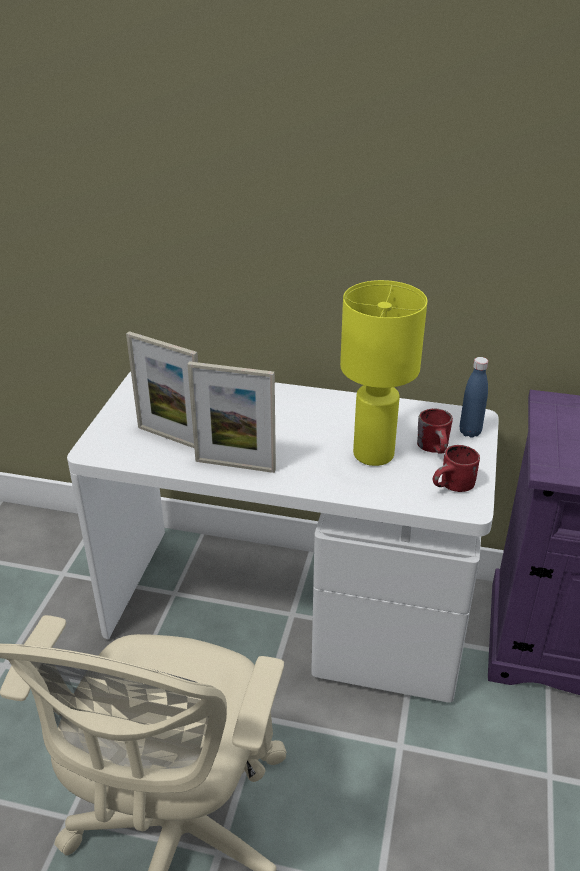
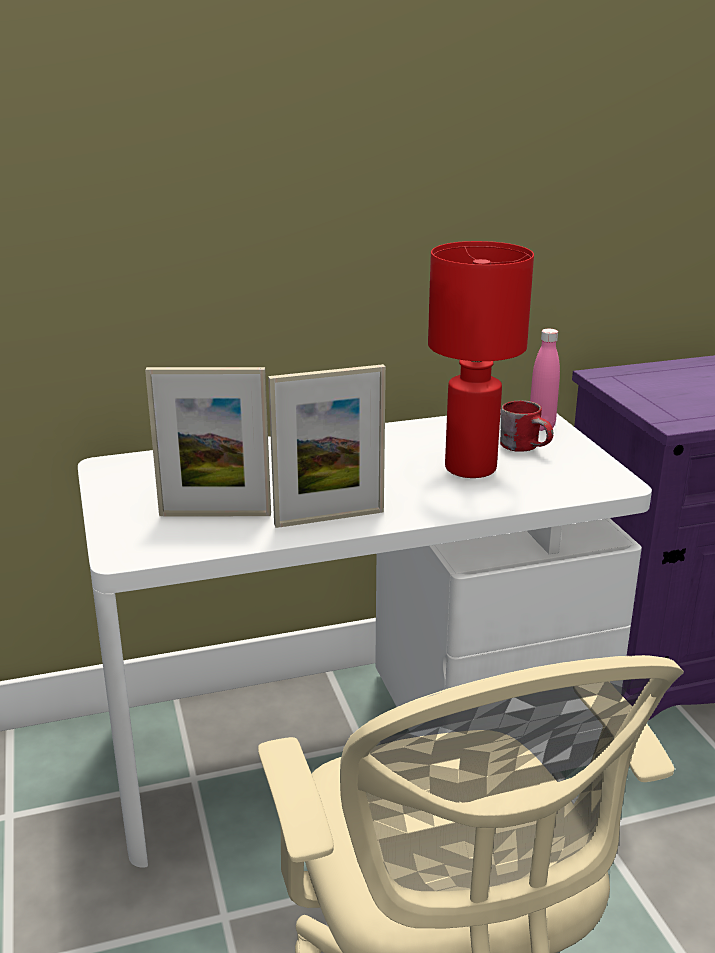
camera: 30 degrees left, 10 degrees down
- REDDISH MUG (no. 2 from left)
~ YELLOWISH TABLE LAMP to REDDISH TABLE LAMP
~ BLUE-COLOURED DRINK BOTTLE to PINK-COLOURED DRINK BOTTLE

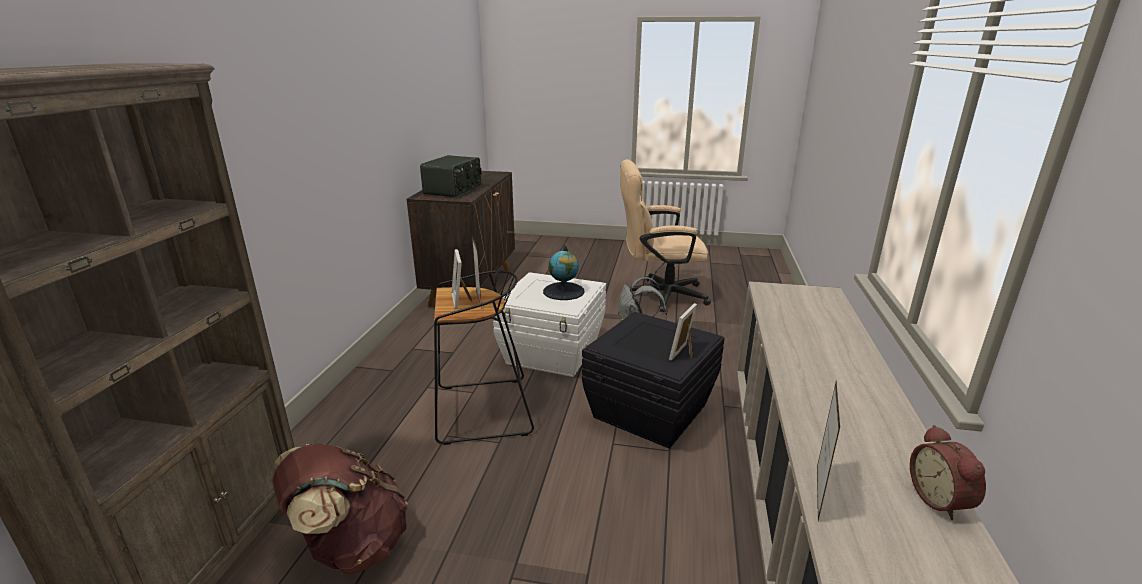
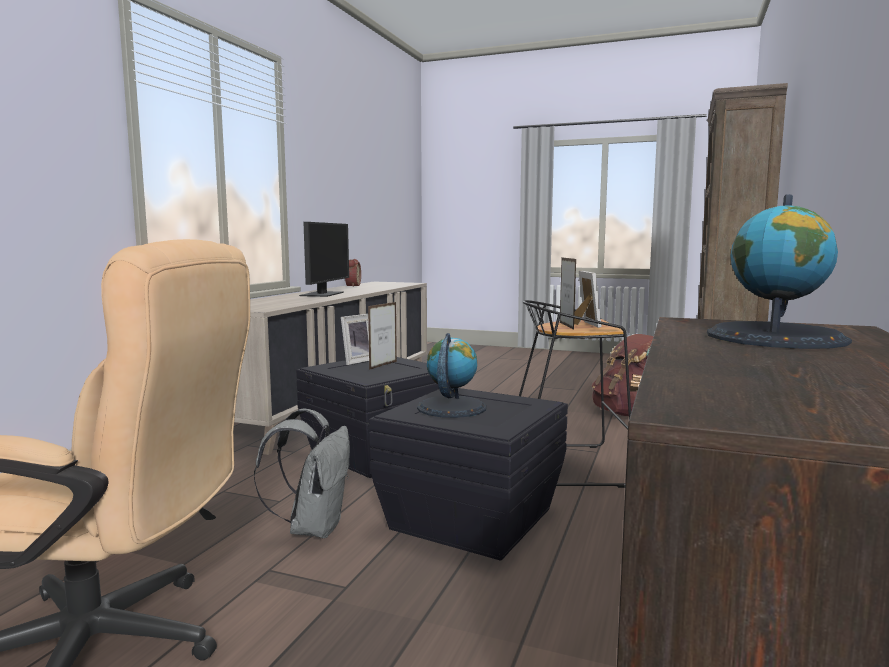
camera: 170 degrees left, 15 degrees down
+ MONITOR
~ PICTURE FRAME (no. 4 from left in the first image) to PICTURE FRAME (no. 2 from left)
~ RADIO SET to WORLD GLOBE (no. 2 from left)
~ WHITE-COLOURED STORAGE CONTAINER to BLACK STORAGE CONTAINER (no. 2 from left)

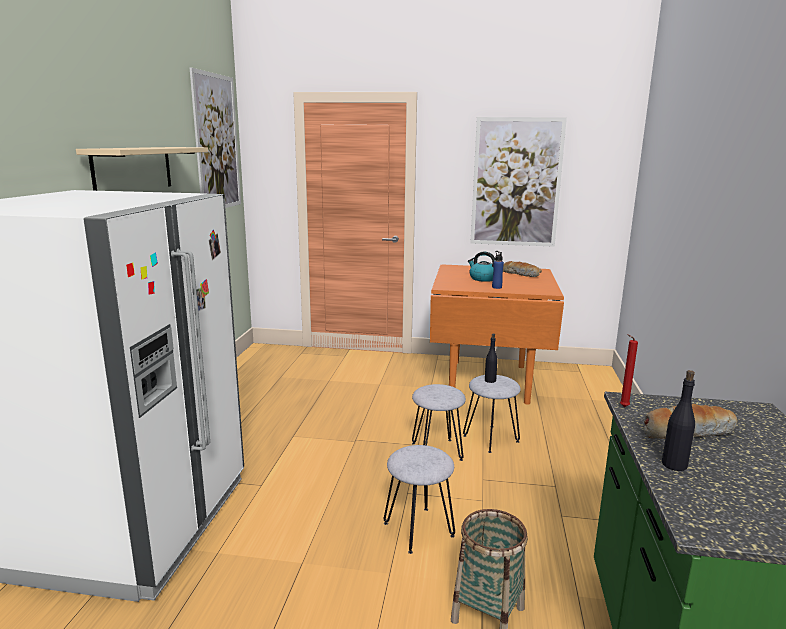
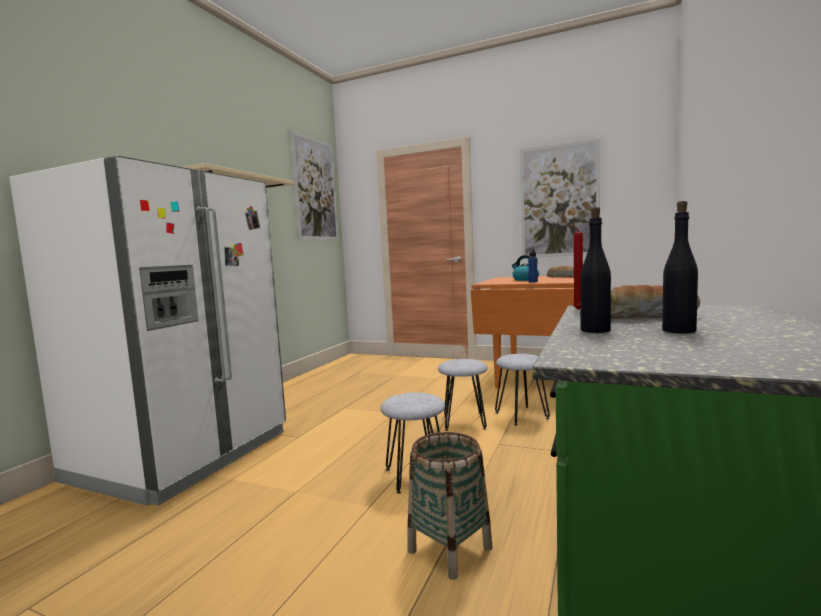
camera: 15 degrees right, 10 degrees down
~ BLACK DRINK BOTTLE (no. 1 from left in the first image) to BLACK DRINK BOTTLE (no. 2 from left)

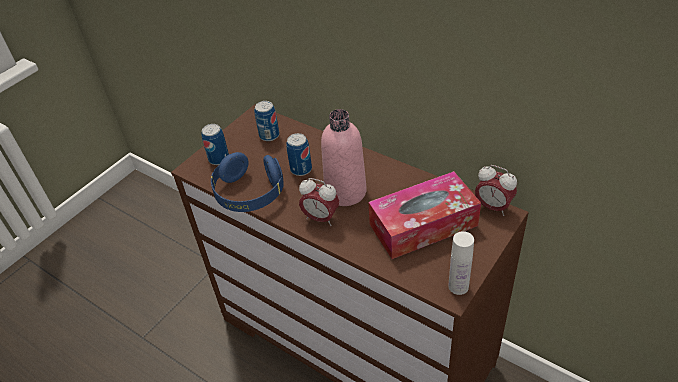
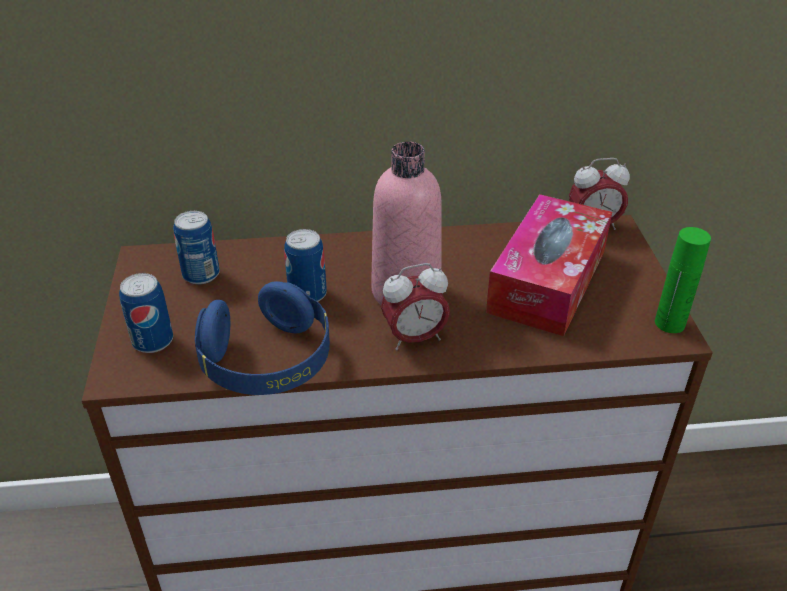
camera: 45 degrees left, 5 degrees down
~ WHITE-COLOURED DRINK BOTTLE to GREEN-COLOURED DRINK BOTTLE

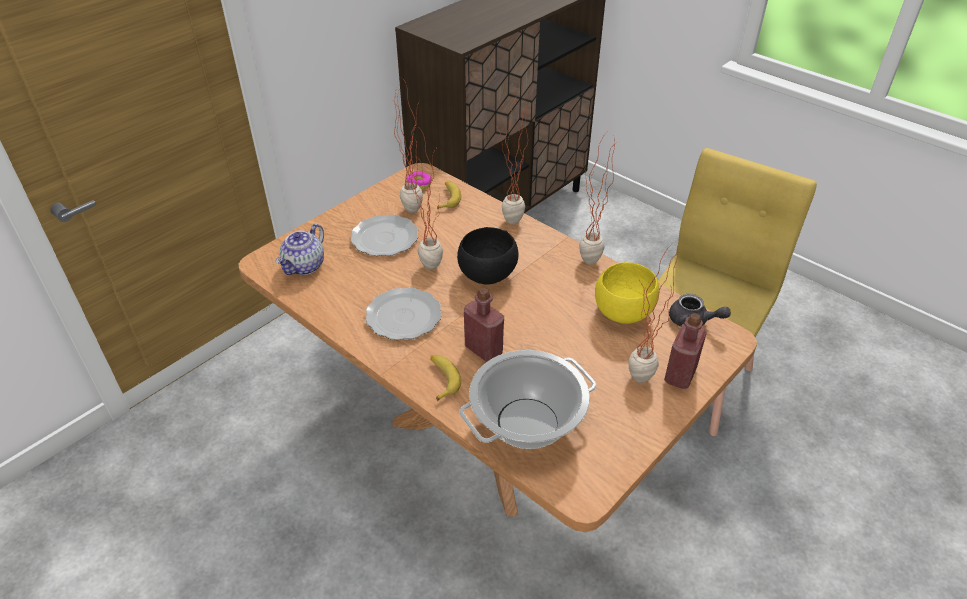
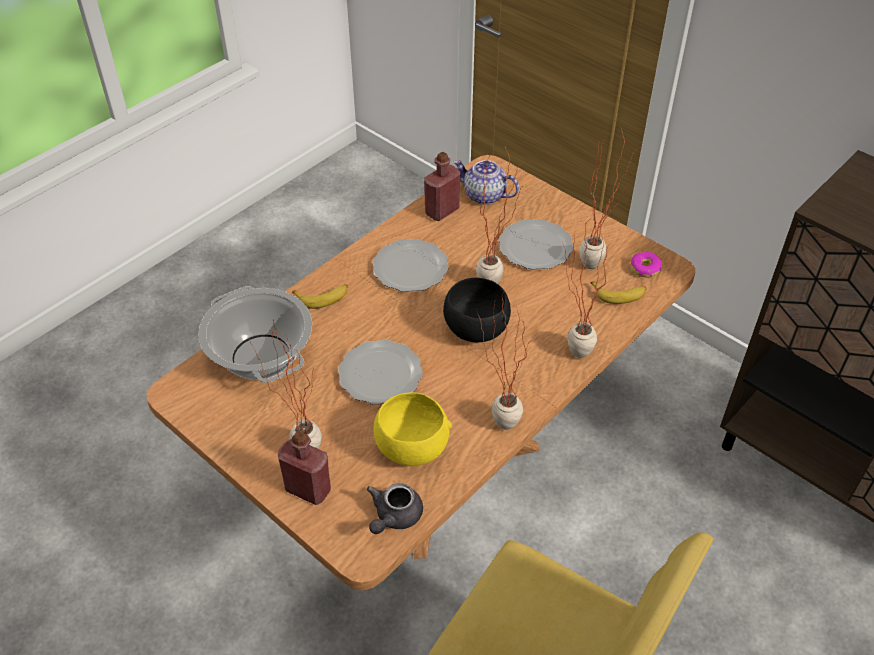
camera: 90 degrees right, 5 degrees up
+ PLATE (no. 1 from left)
~ REDDISH DRINK BOTTLE (no. 1 from left in the first image) to REDDISH DRINK BOTTLE (no. 2 from left)

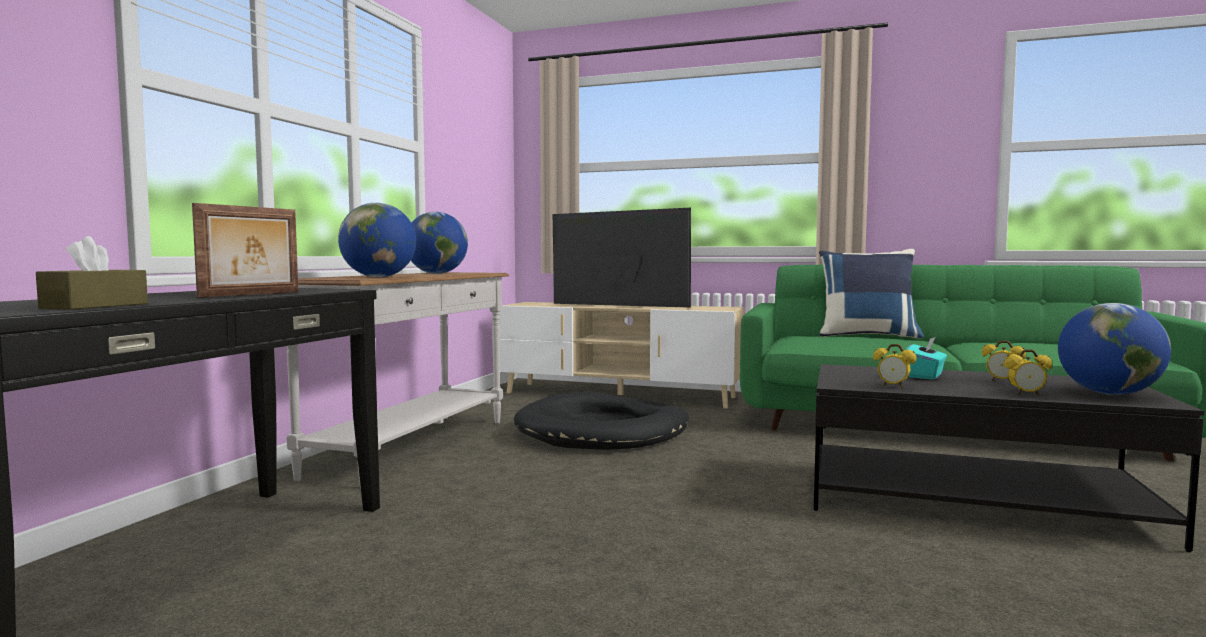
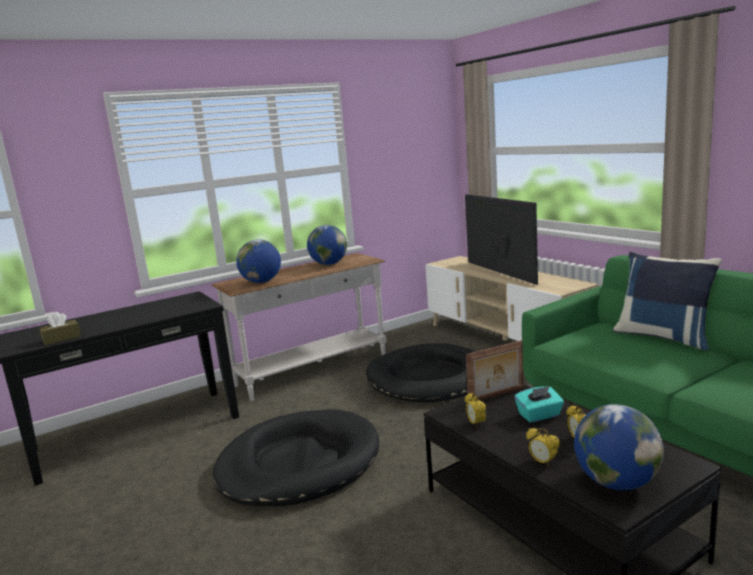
camera: 40 degrees right, 10 degrees up
+ BLACK DOG BED (no. 1 from left)
~ PICTURE FRAME

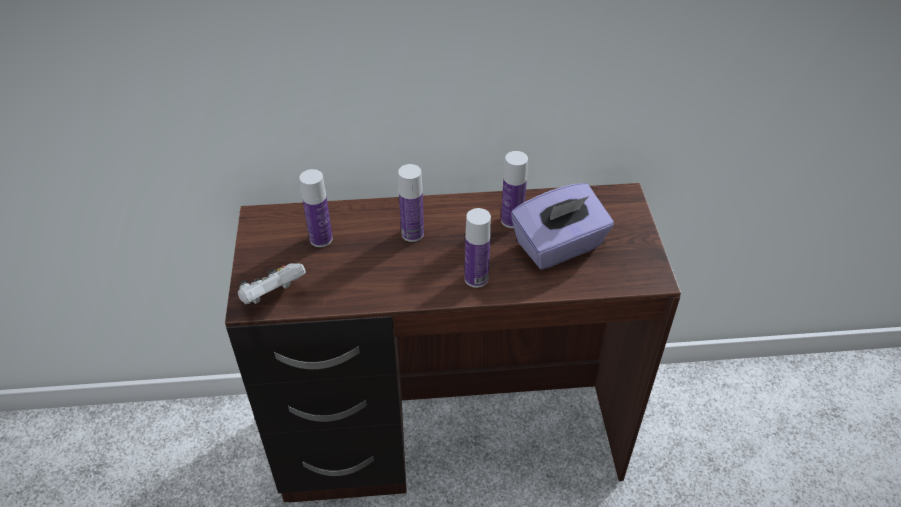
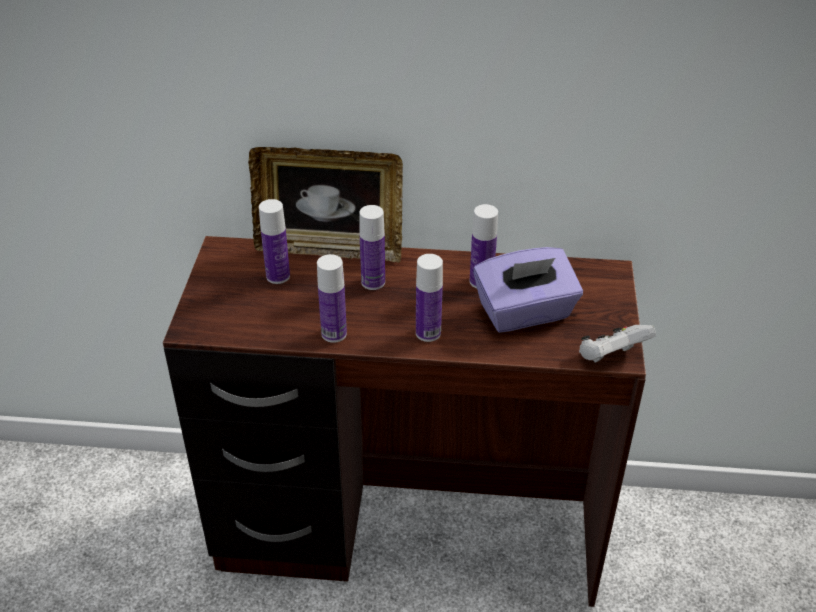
camera: 10 degrees right, 5 degrees down
+ PICTURE FRAME
+ DRINK BOTTLE (no. 2 from left)
~ WHITE-COLOURED GAMEPAD

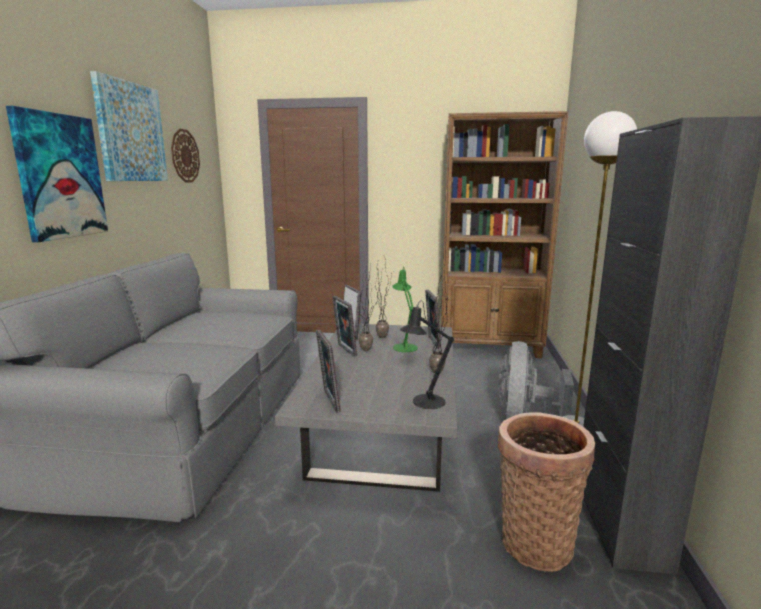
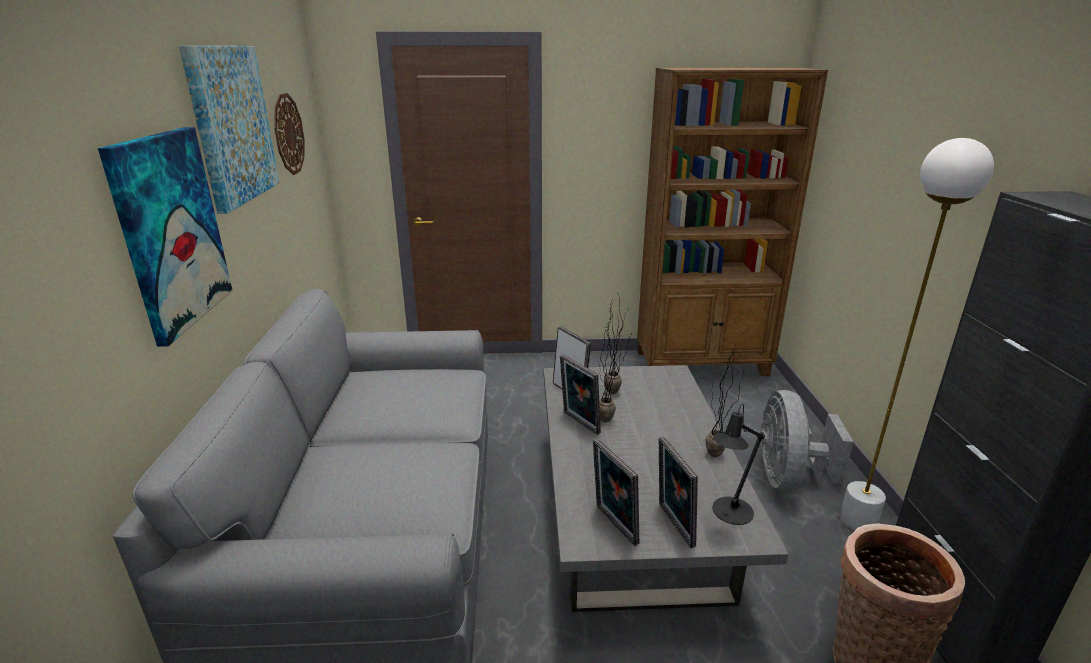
camera: 10 degrees left, 10 degrees up
- GREEN-COLOURED TABLE LAMP
~ PICTURE FRAME (no. 4 from left)

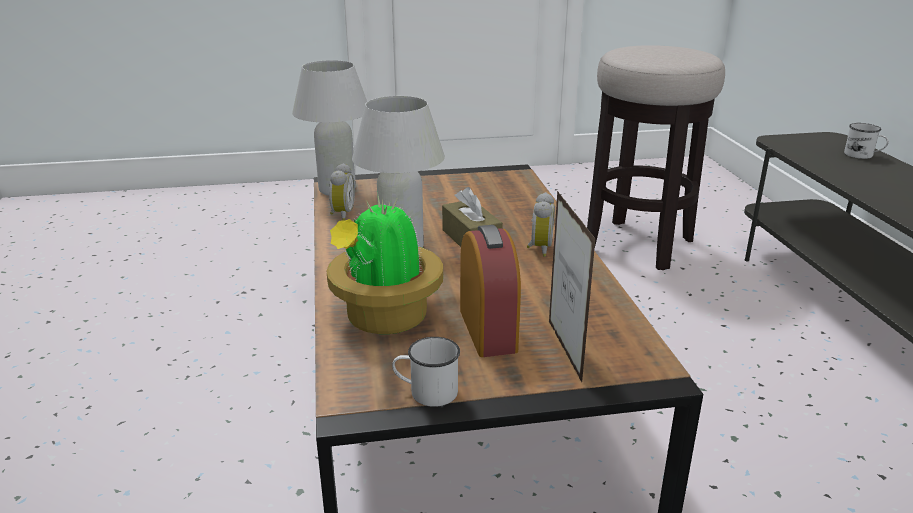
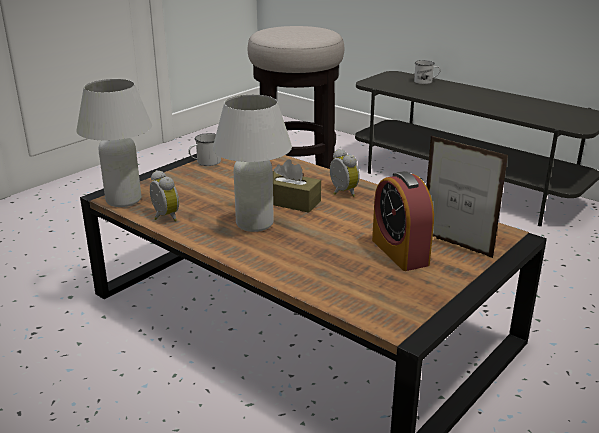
camera: 40 degrees left, 0 degrees up
- PLANT IN A POT
~ WHITE-COLOURED MUG (no. 1 from left)
~ ALARM CLOCK (no. 2 from left in the first image) 150 degrees counterclockwise

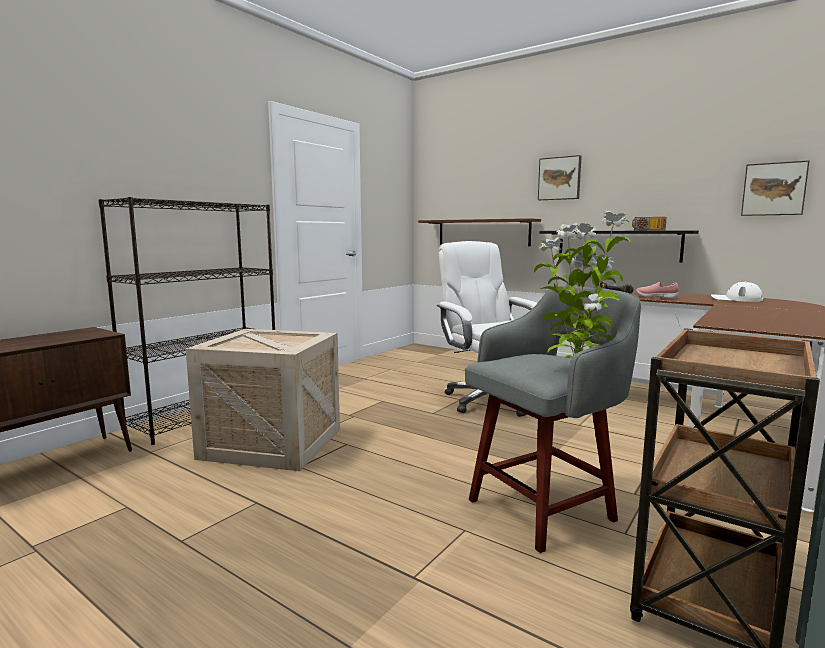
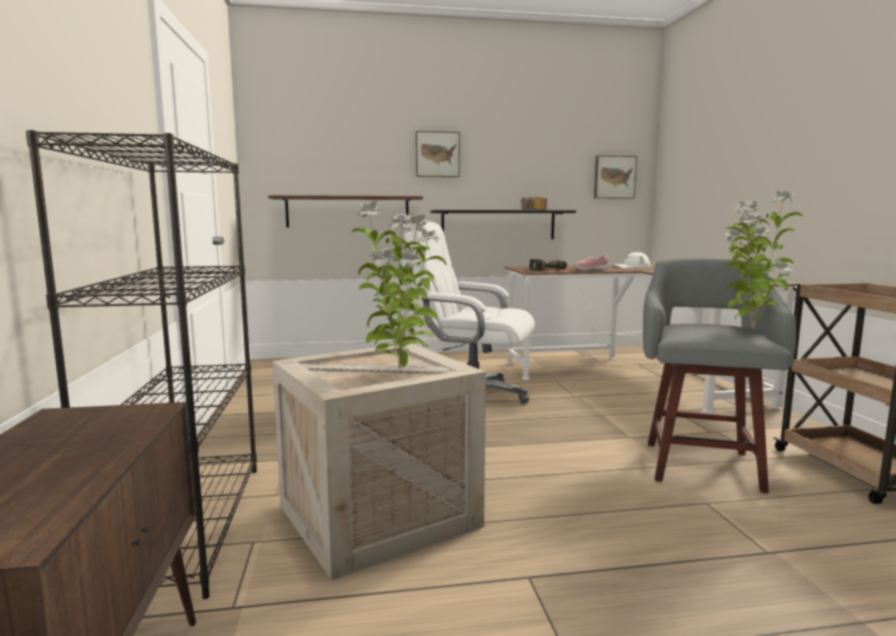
camera: 45 degrees left, 0 degrees up
+ PLANT IN A POT (no. 1 from left)

